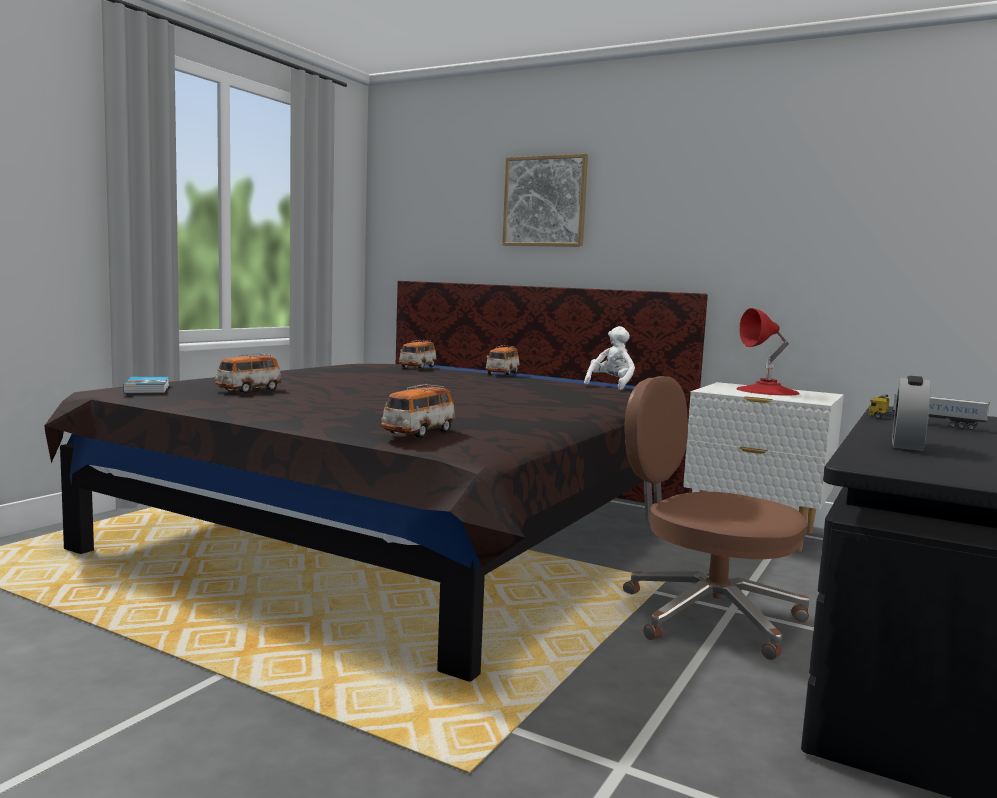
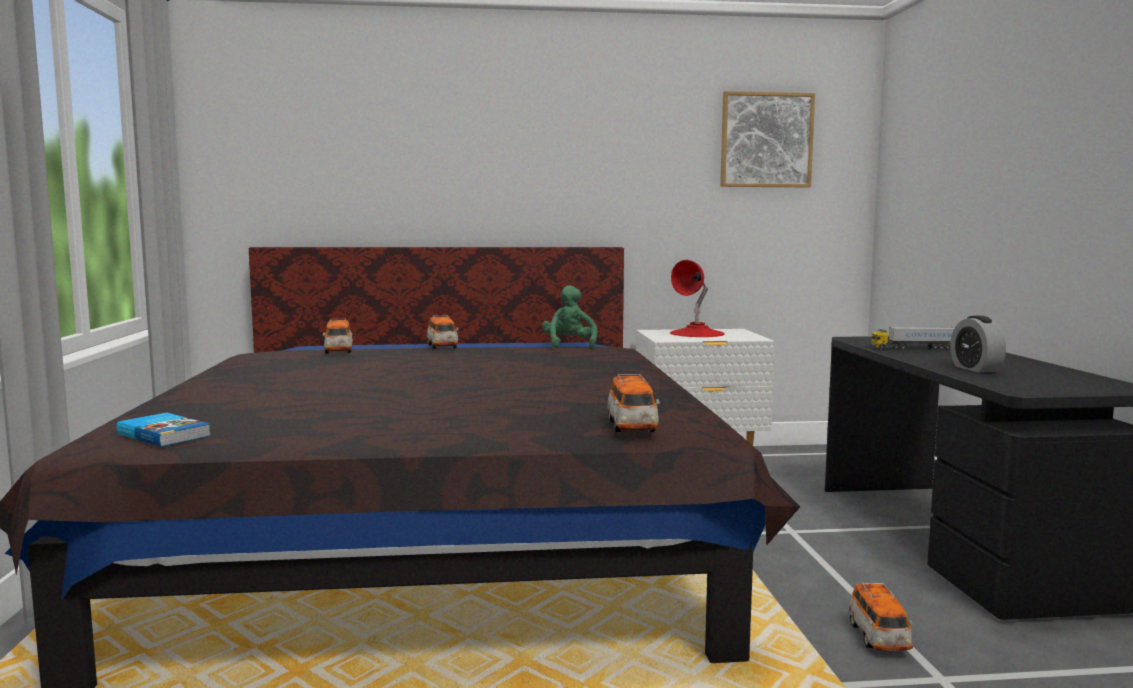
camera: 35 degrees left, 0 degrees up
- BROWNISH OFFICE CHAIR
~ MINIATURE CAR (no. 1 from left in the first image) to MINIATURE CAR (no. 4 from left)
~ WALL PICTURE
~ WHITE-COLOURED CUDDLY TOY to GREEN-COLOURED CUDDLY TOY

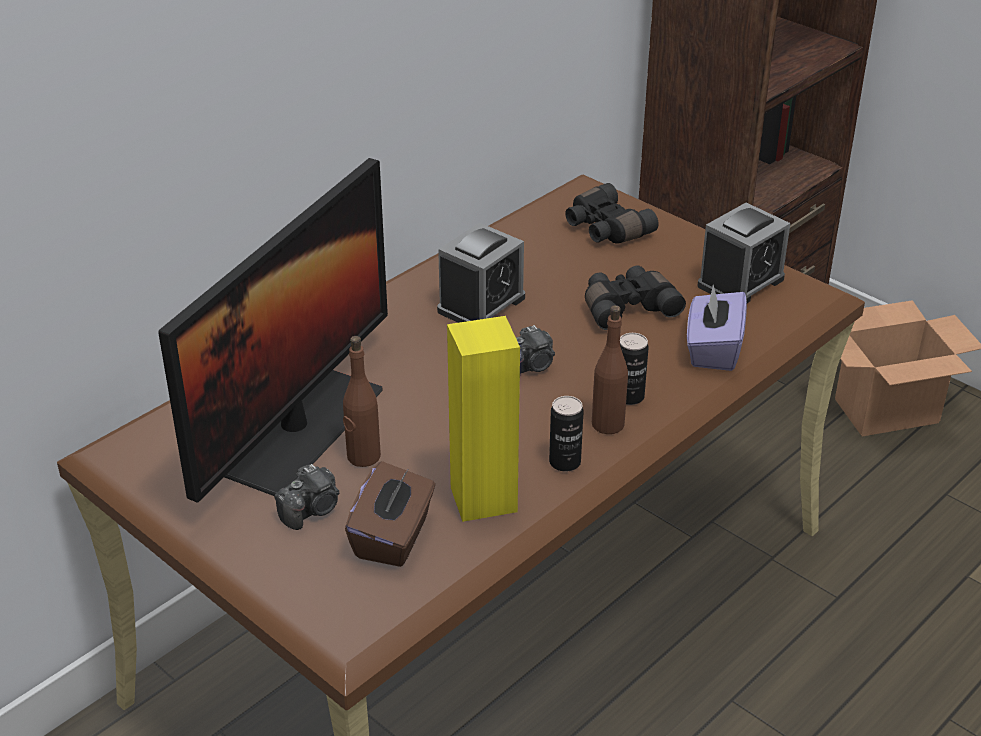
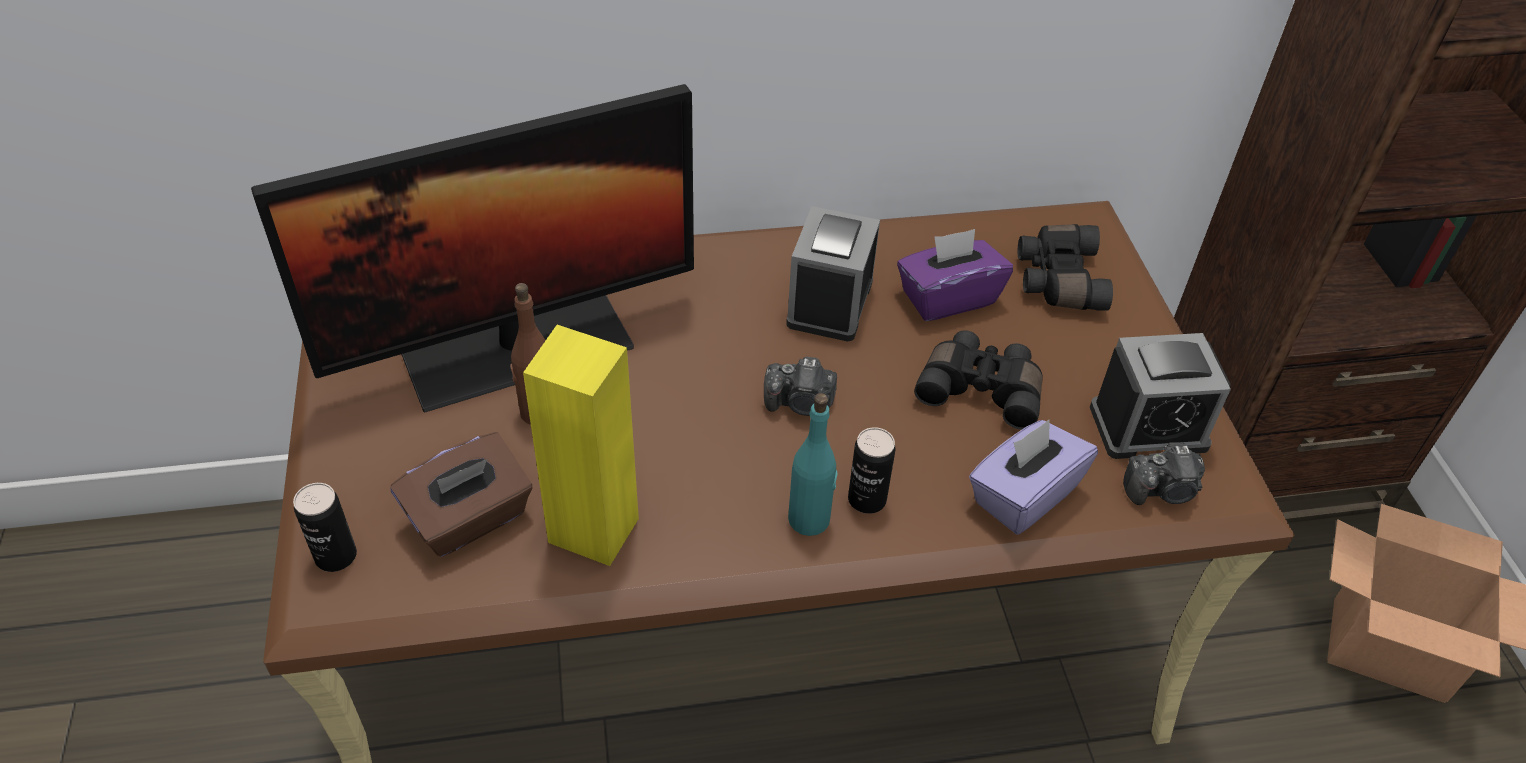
camera: 35 degrees right, 10 degrees up
+ PURPLE TISSUE BOX (no. 1 from left)
~ PHOTO CAMERA (no. 1 from left in the first image) to PHOTO CAMERA (no. 2 from left)
~ CAN (no. 1 from left)
~ BROWNISH DRINK BOTTLE (no. 2 from left) to BLUE-GREEN DRINK BOTTLE
~ ALARM CLOCK (no. 1 from left) 120 degrees clockwise

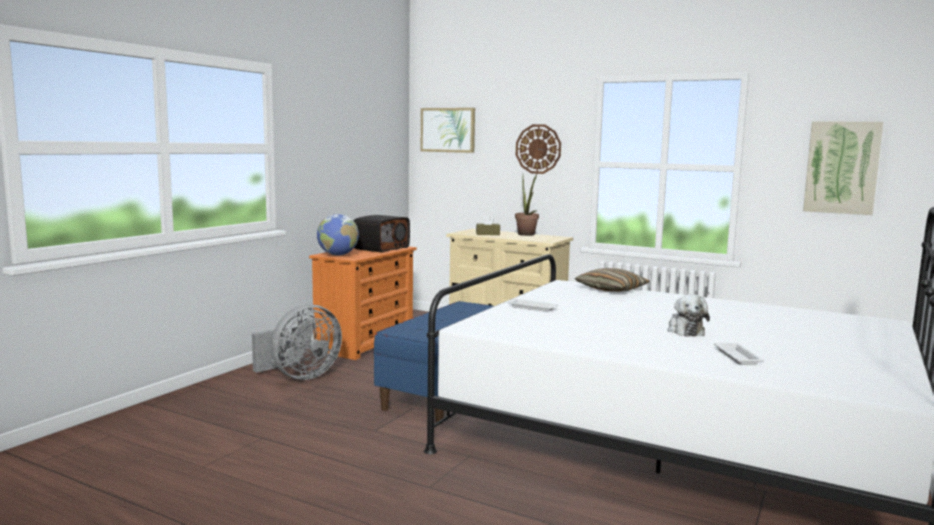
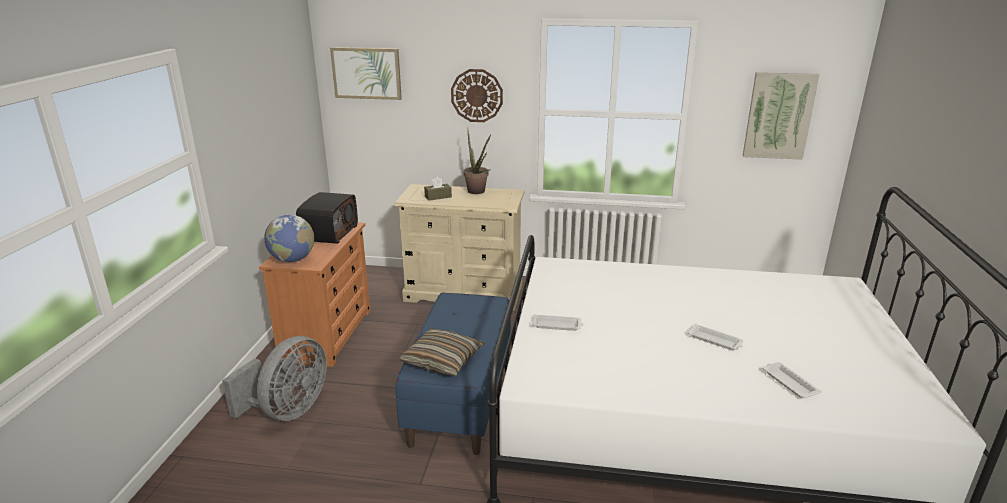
camera: 20 degrees left, 15 degrees up
~ THROW PILLOW
~ CUDDLY TOY to WHITE-COLOURED TRAY (no. 2 from left)

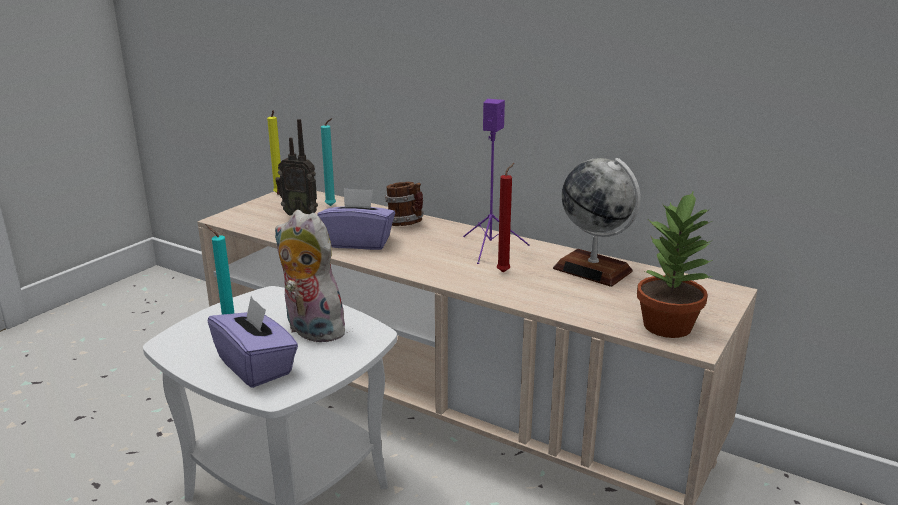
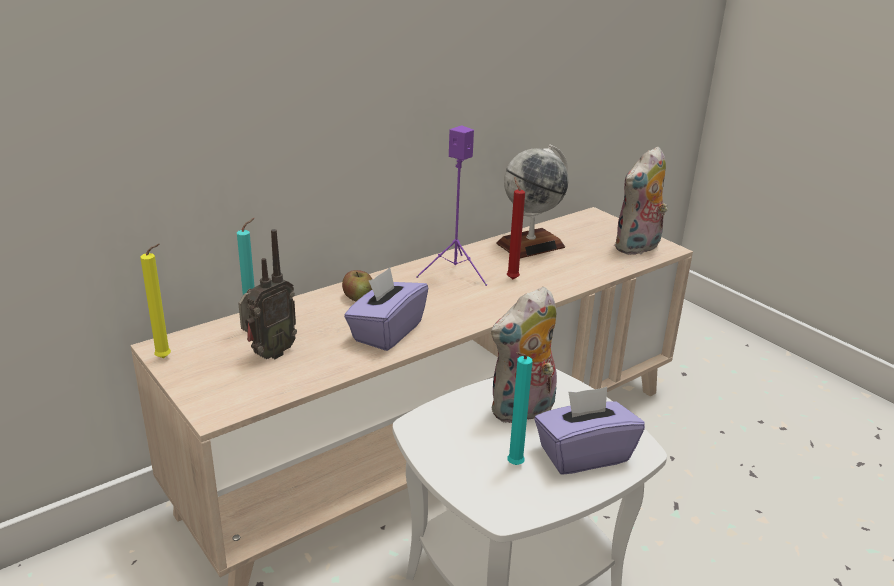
camera: 70 degrees left, 5 degrees up
~ MUG to WHOLE APPLE
~ PLANT IN A POT to CUDDLY TOY (no. 2 from left)

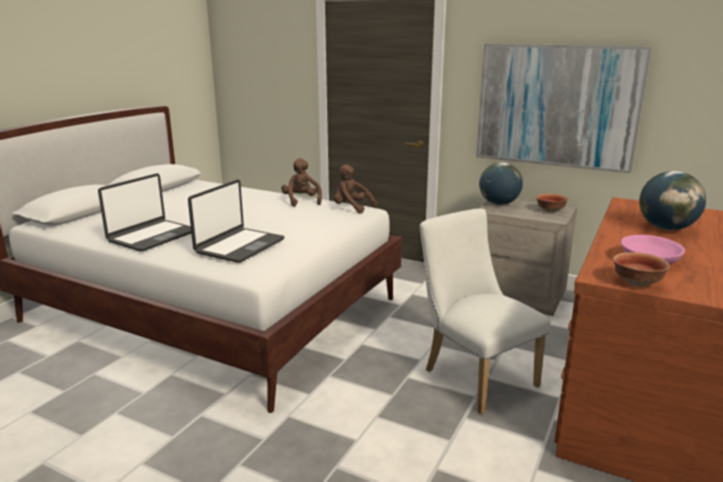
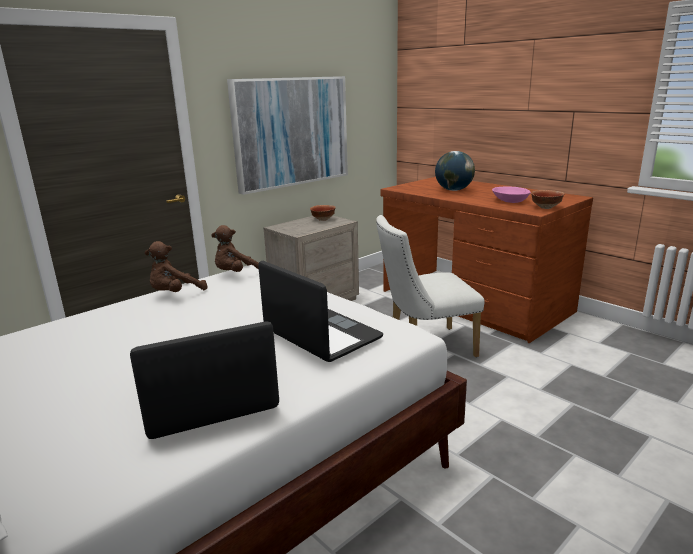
camera: 70 degrees left, 0 degrees up
- WORLD GLOBE (no. 1 from left)
~ LAPTOP (no. 1 from left) 75 degrees counterclockwise
~ BROWNISH CUDDLY TOY (no. 1 from left) 45 degrees counterclockwise

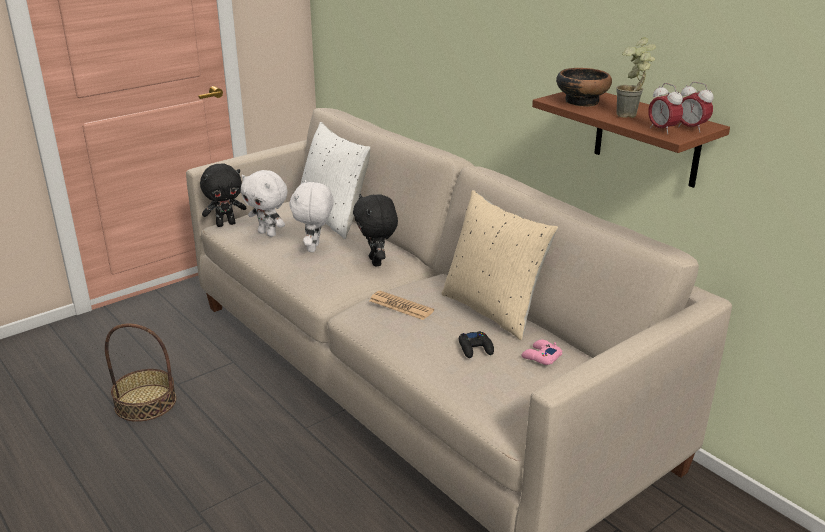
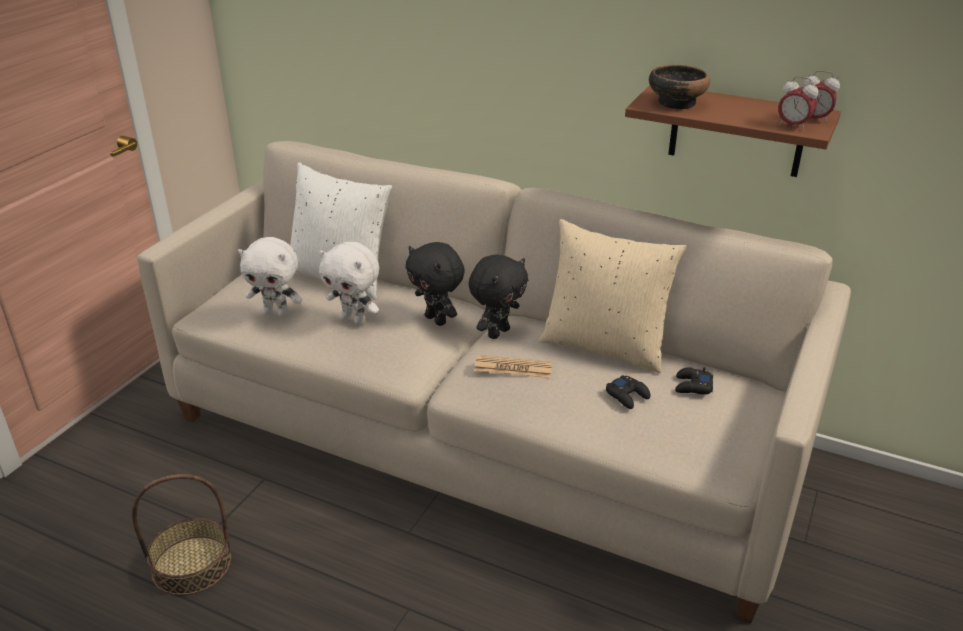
camera: 25 degrees left, 5 degrees up
- PLANT IN A POT
~ BLACK CUDDLY TOY (no. 1 from left in the first image) to BLACK CUDDLY TOY (no. 2 from left)
~ PINK-COLOURED GAMEPAD to BLACK GAMEPAD (no. 2 from left)
~ WHITE-COLOURED CUDDLY TOY (no. 2 from left) 45 degrees counterclockwise

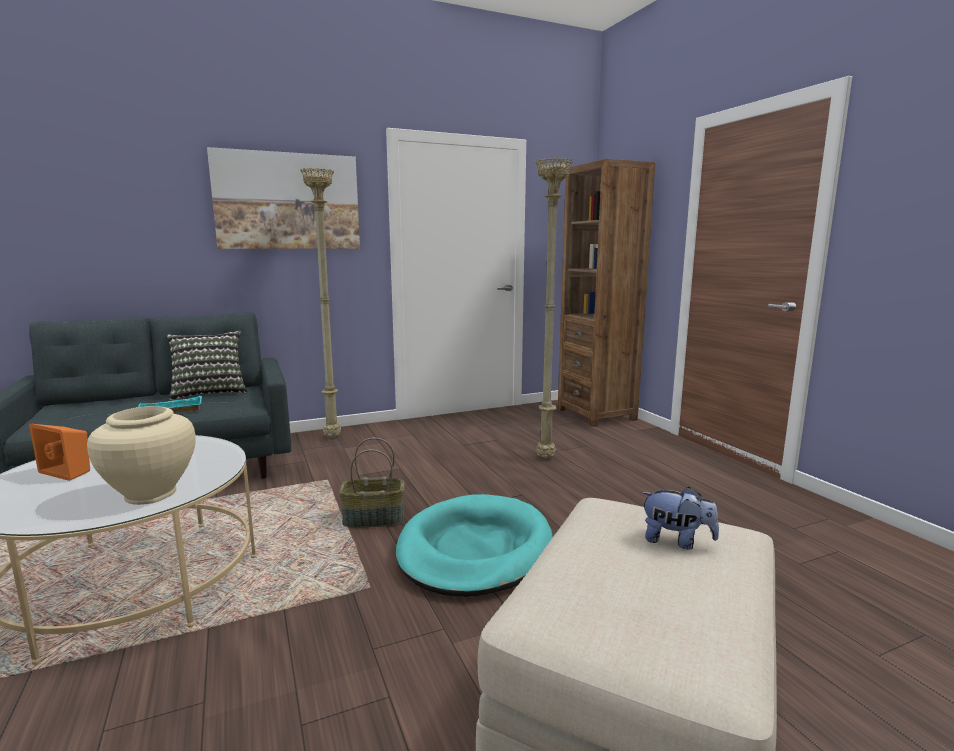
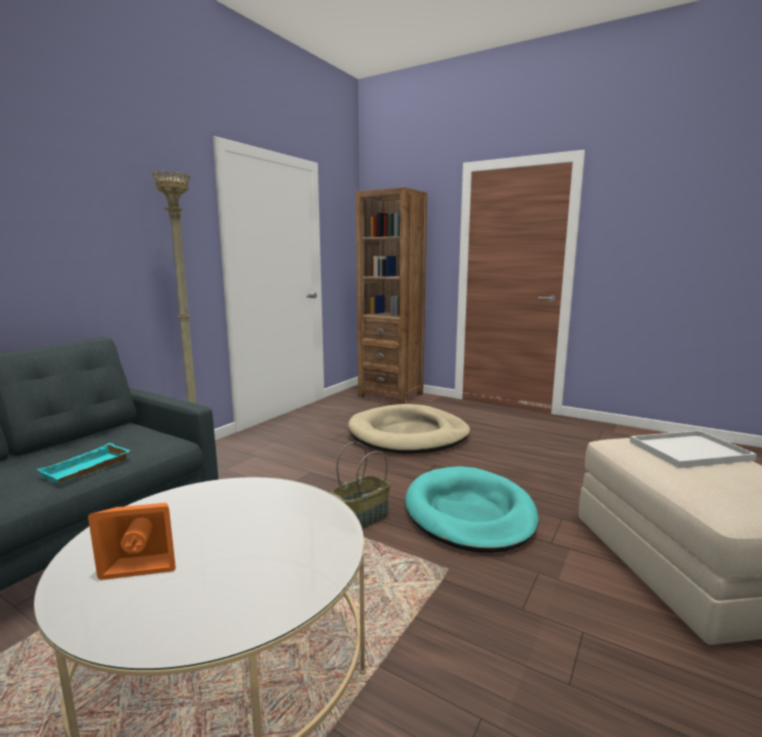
camera: 35 degrees left, 0 degrees up
- BEIGE-COLOURED DECORATIVE VASE
- THROW PILLOW
- WALL PICTURE
~ BEIGE-COLOURED FLOOR LAMP (no. 2 from left) to BEIGE-COLOURED DOG BED
~ CUDDLY TOY to WHITE-COLOURED TRAY

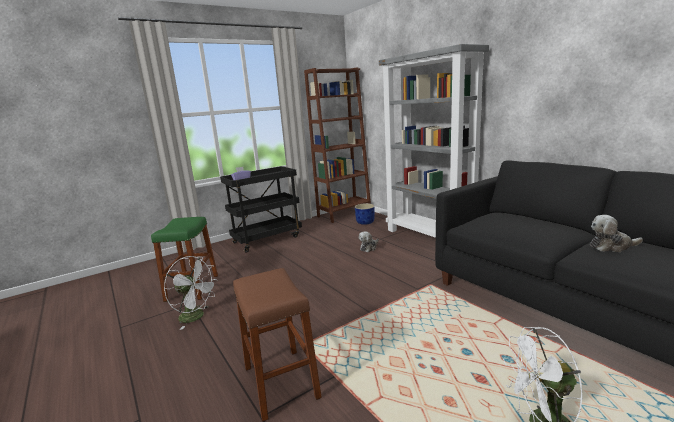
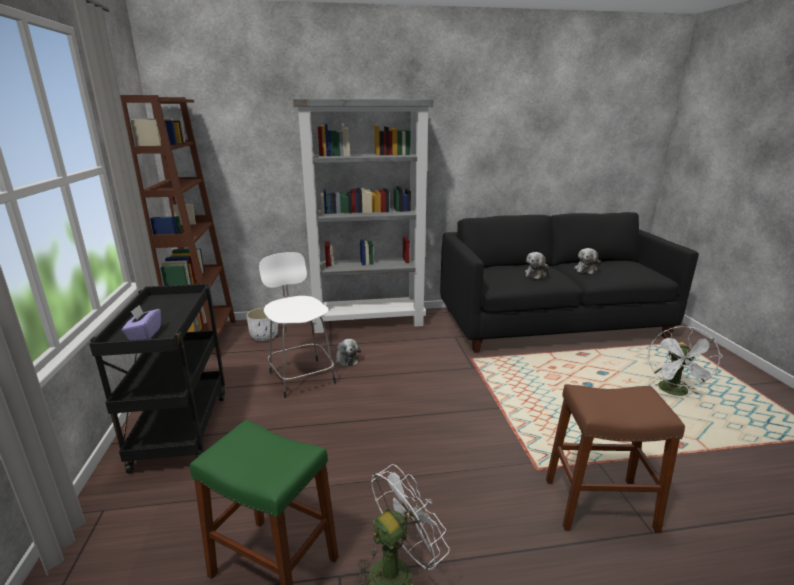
camera: 65 degrees left, 5 degrees up
+ WHITE-COLOURED SITTING STOOL
+ CUDDLY TOY (no. 2 from left)
~ BLUE-COLOURED PLANTER to WHITE-COLOURED PLANTER

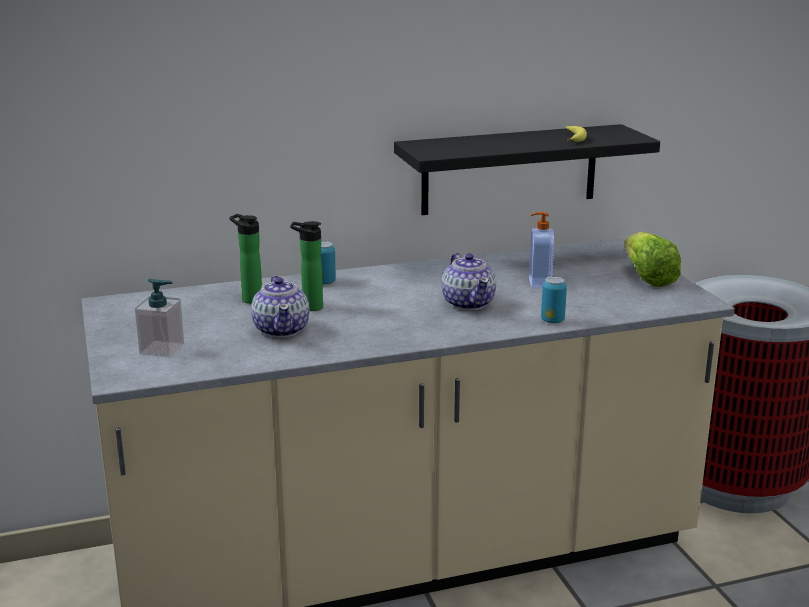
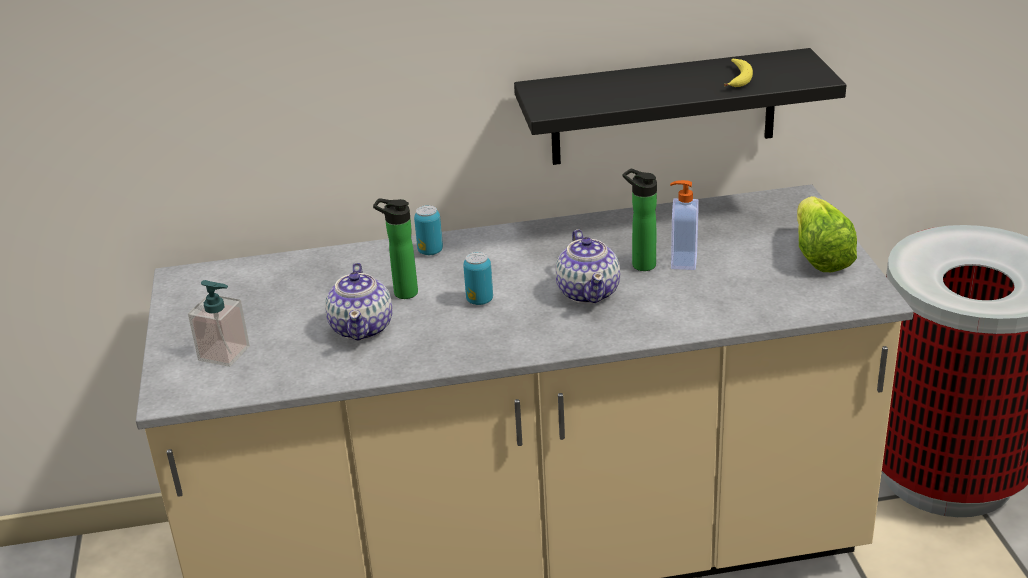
camera: 10 degrees right, 10 degrees up
~ DRINK BOTTLE (no. 1 from left in the first image) to DRINK BOTTLE (no. 2 from left)
~ CAN (no. 2 from left)

